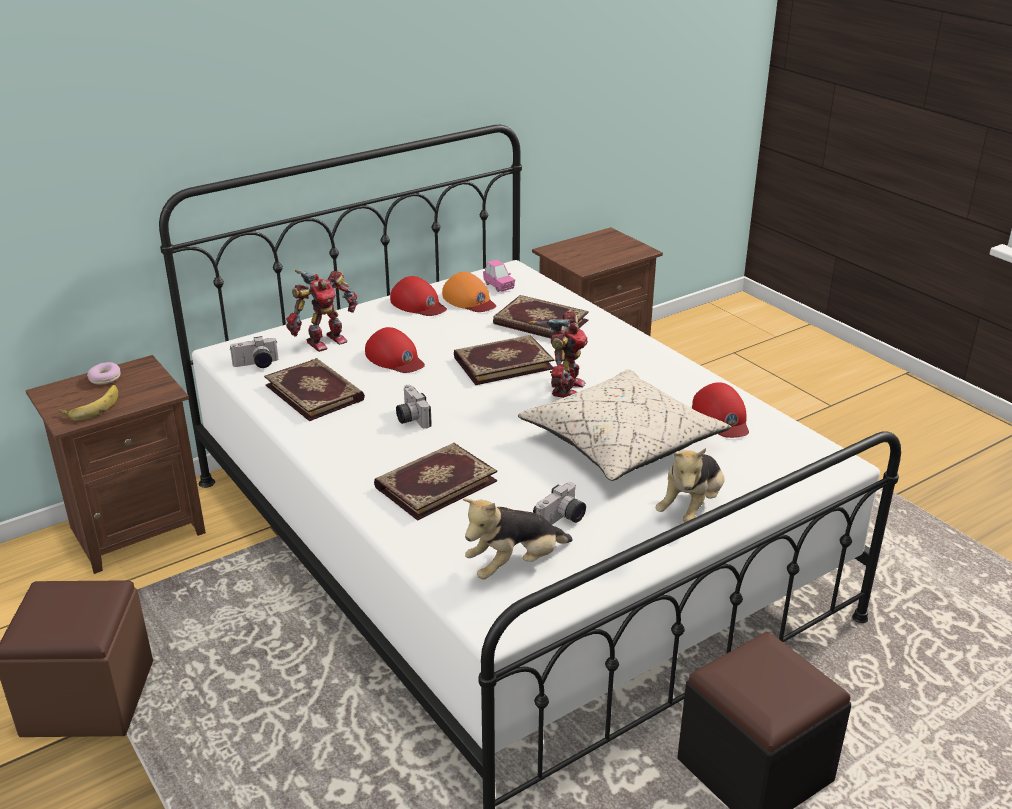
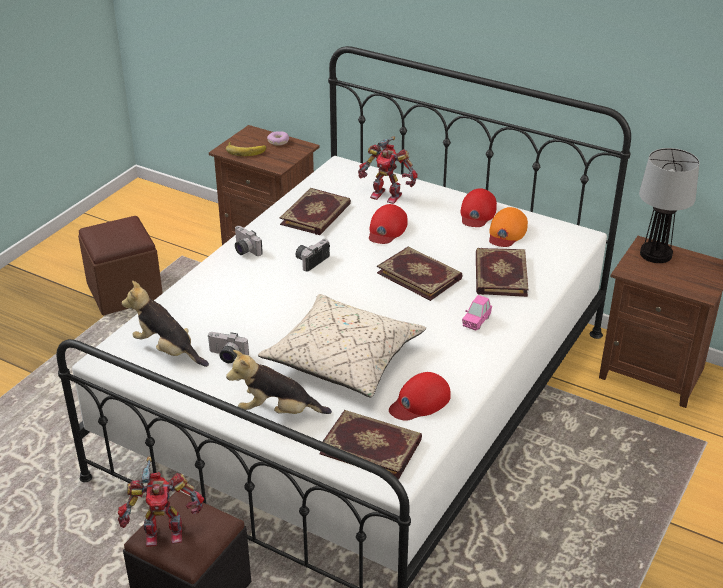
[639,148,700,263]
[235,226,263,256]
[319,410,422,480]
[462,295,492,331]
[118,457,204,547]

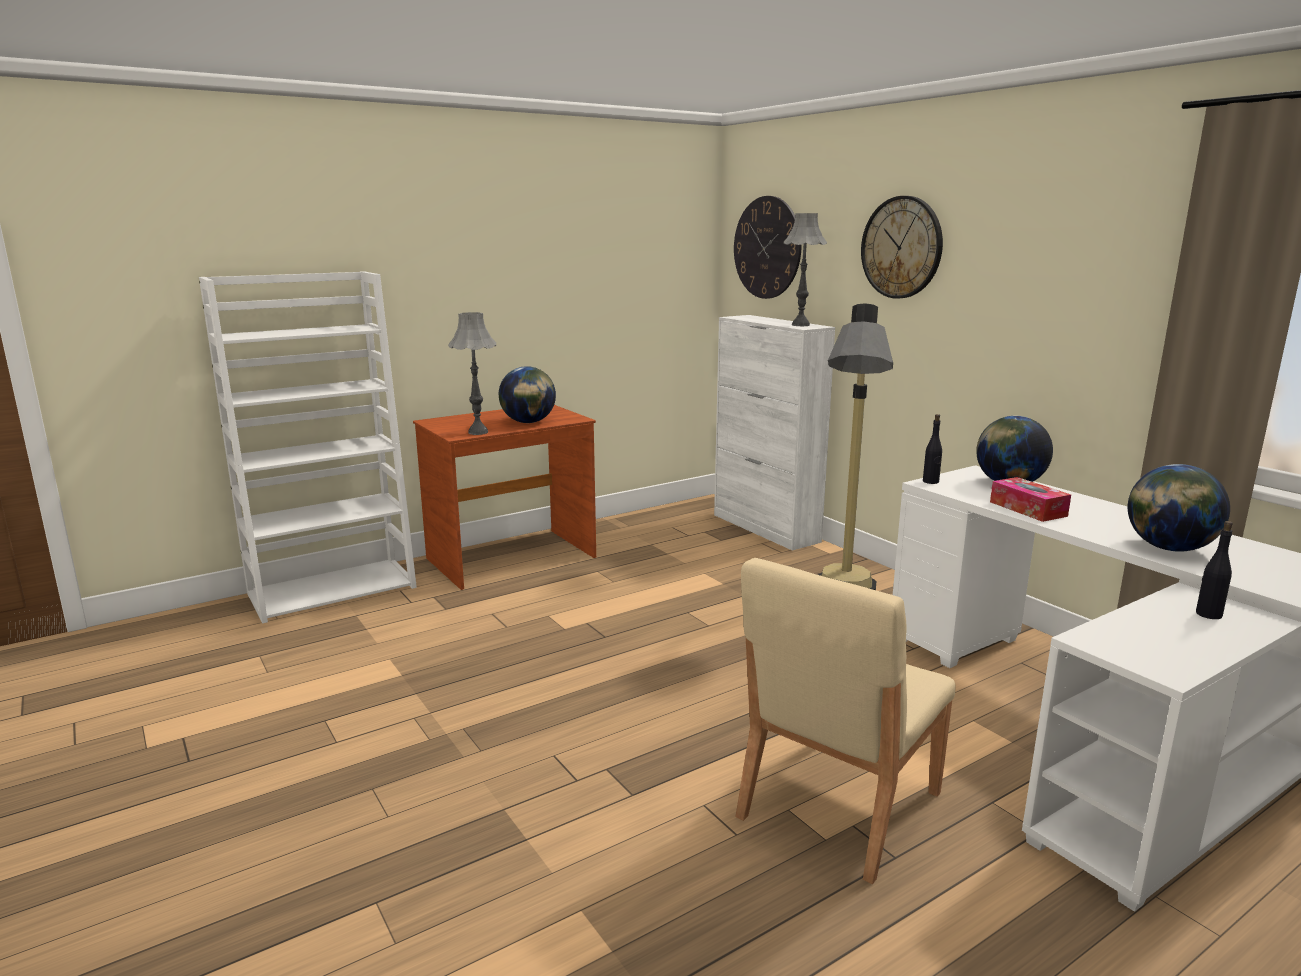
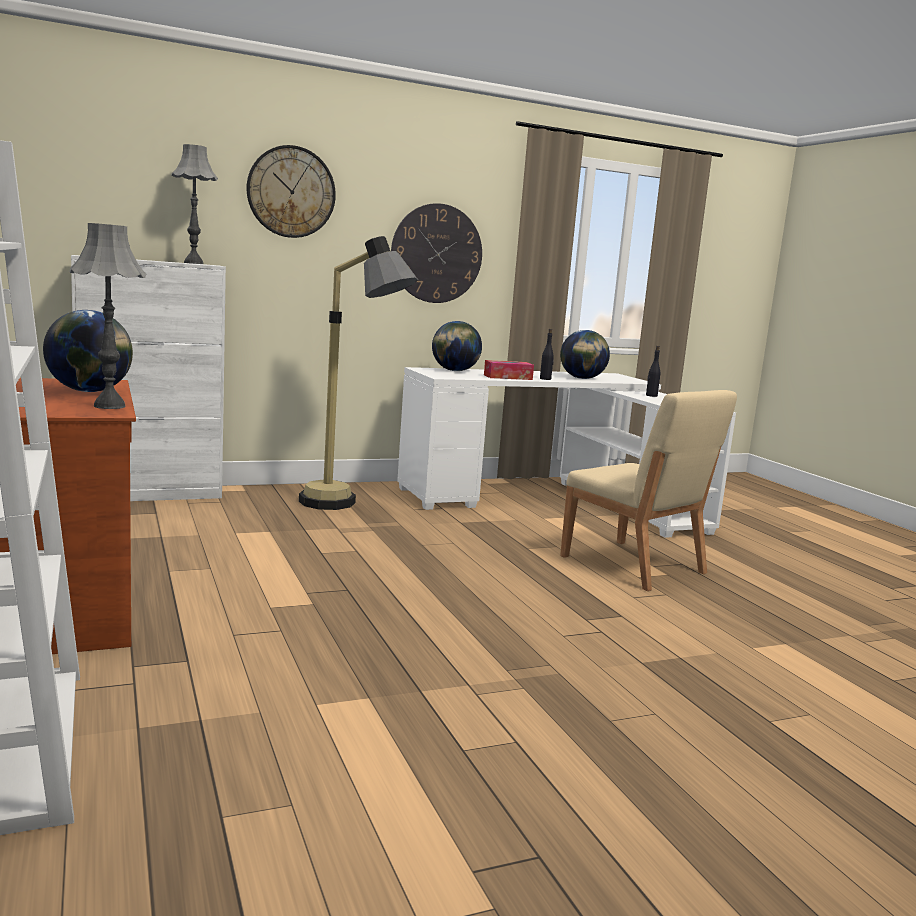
[391,203,482,303]
[540,329,554,380]

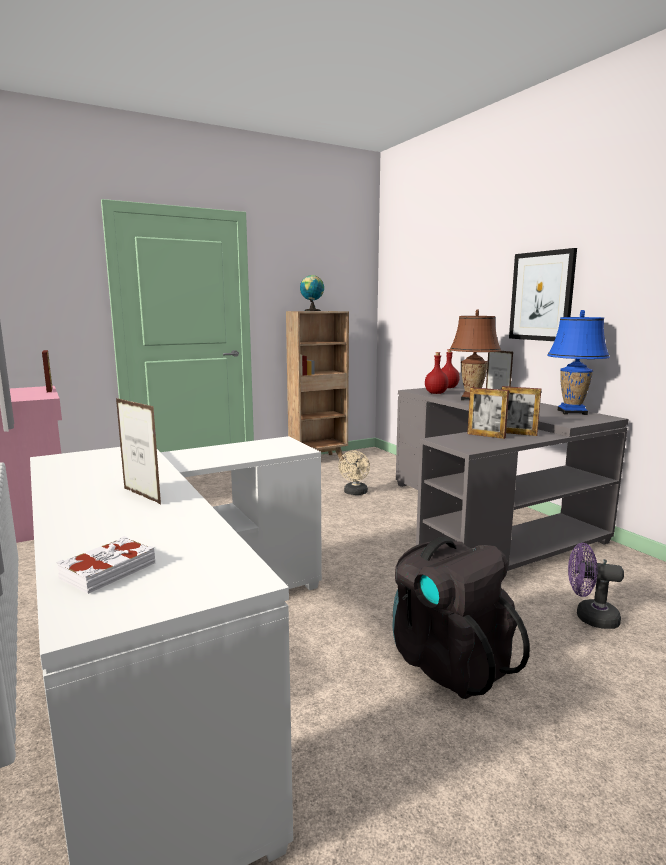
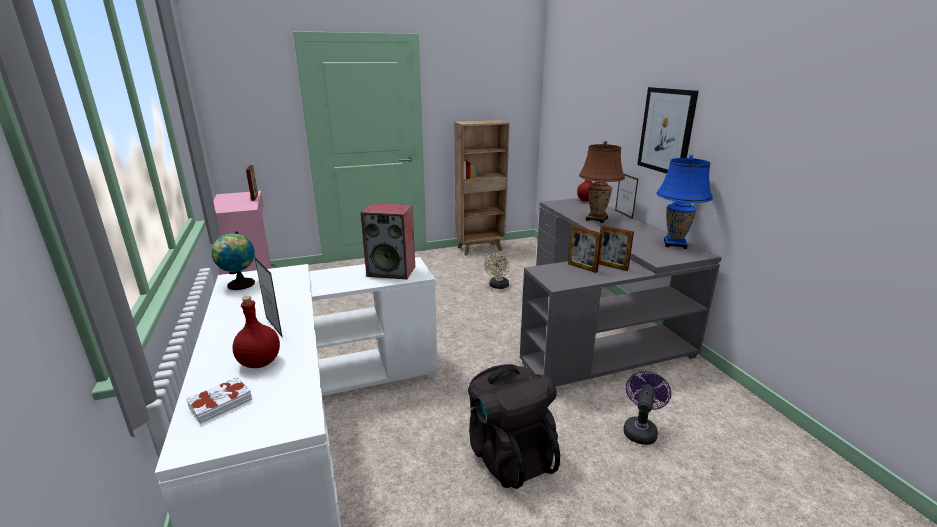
[361,203,415,279]
[212,231,255,290]
[232,296,280,368]
[623,371,671,445]

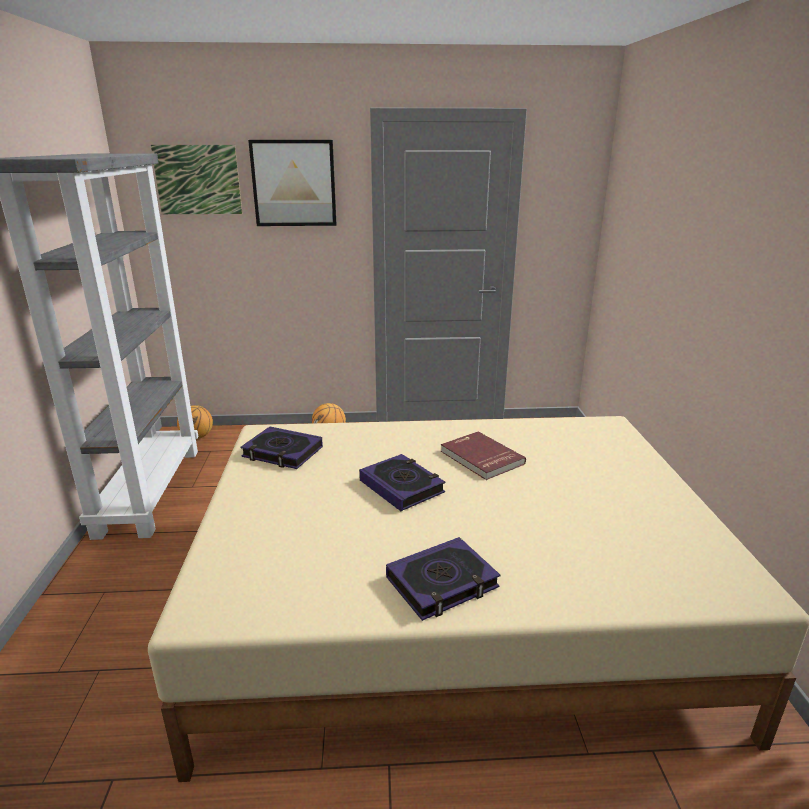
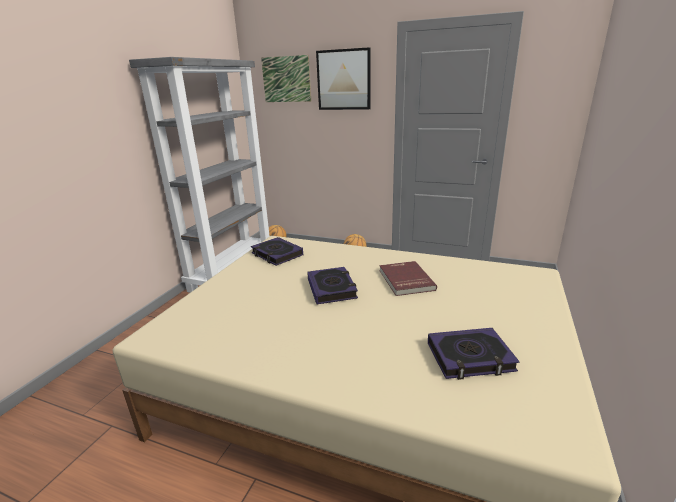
[428,328,520,380]

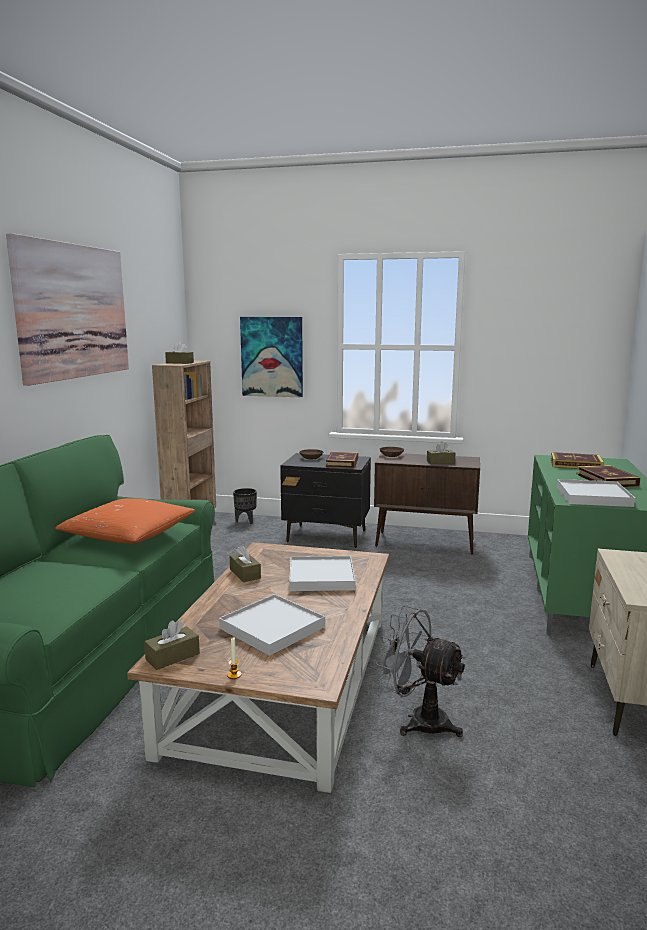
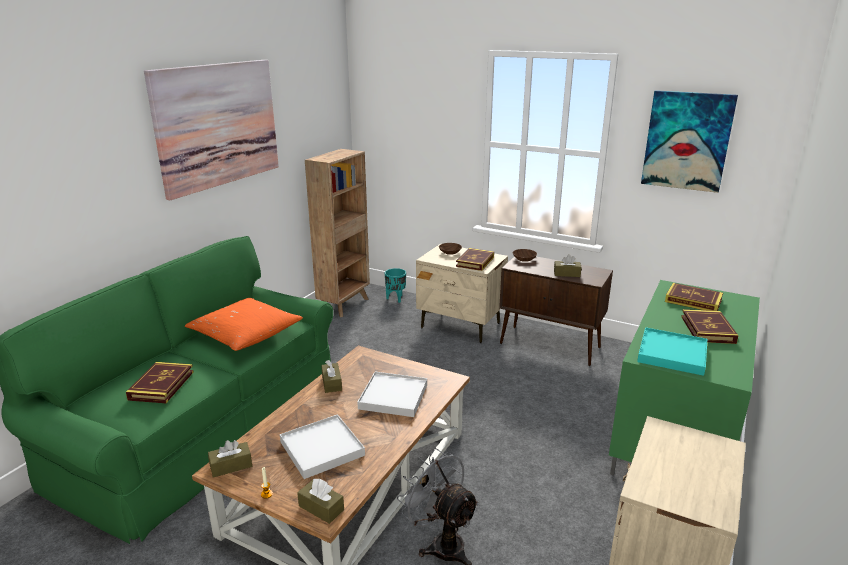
[126,362,194,403]
[297,479,344,524]
[641,90,738,193]
[385,268,406,303]
[416,244,508,343]
[637,327,707,376]

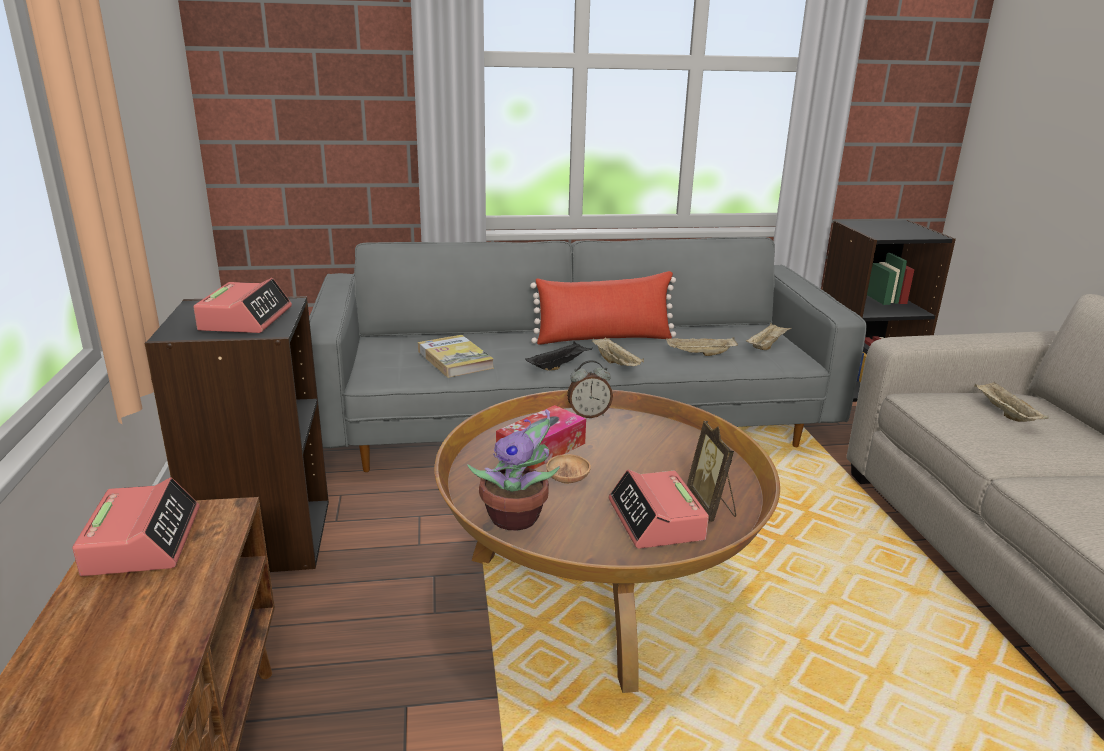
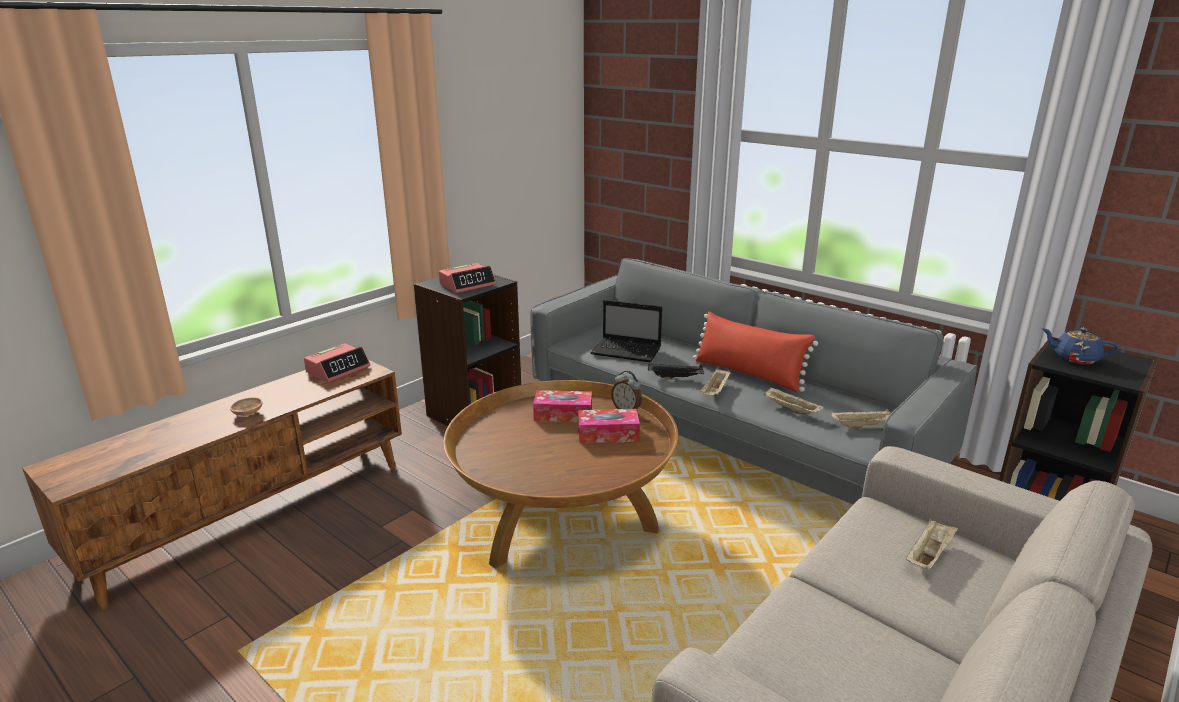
[467,409,560,531] (first image)
[608,470,709,549] (first image)
[687,421,736,522] (first image)
[578,409,640,443]
[1042,328,1119,365]
[230,397,262,416]
[590,300,662,363]

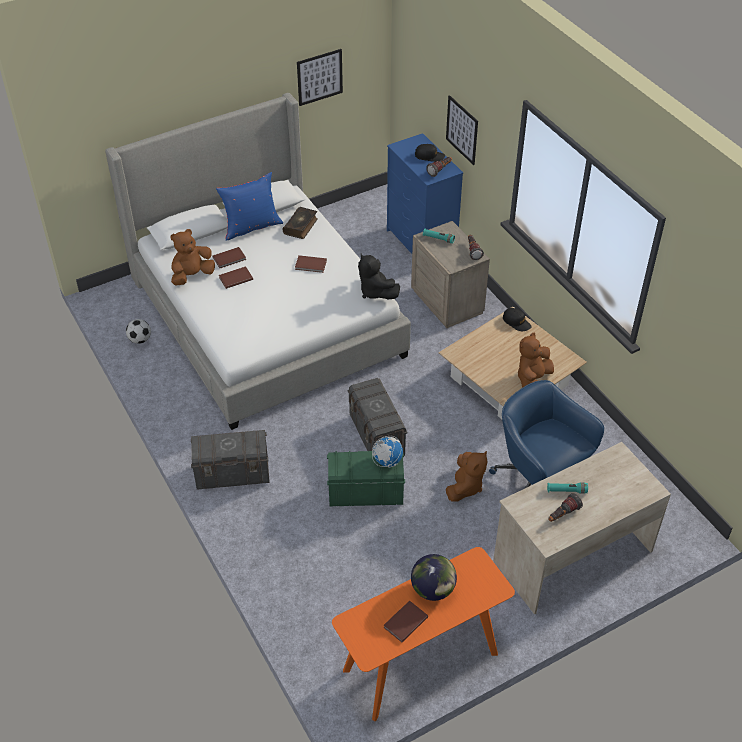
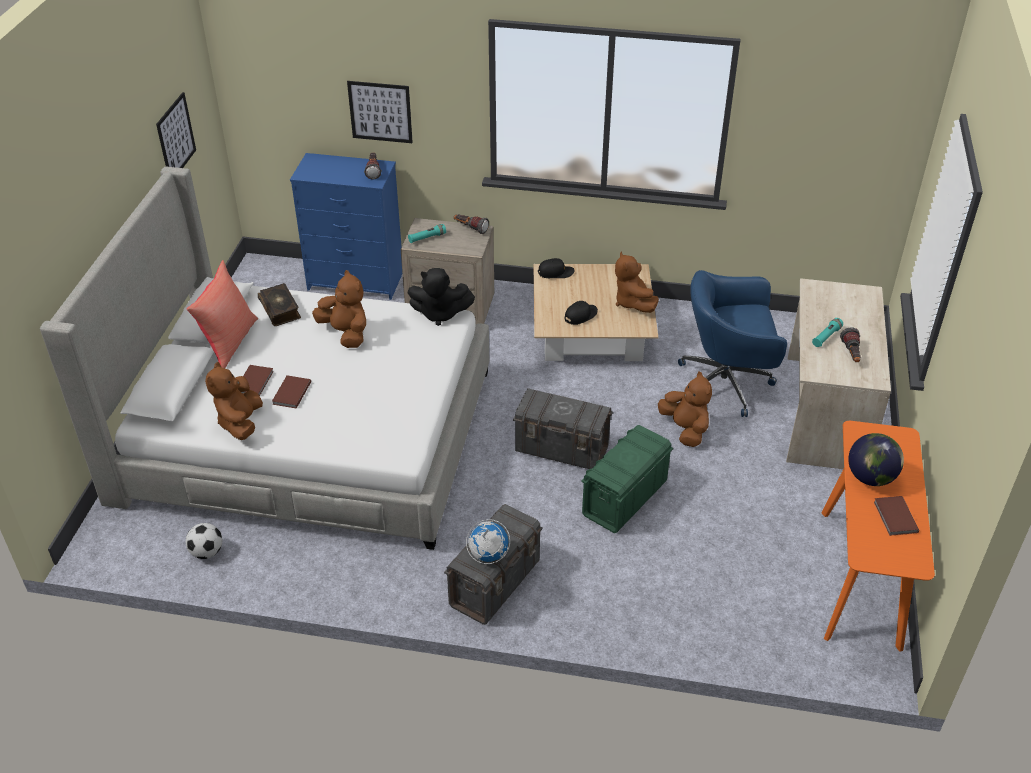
[466,519,510,564]
[565,301,598,325]
[312,270,366,348]
[187,260,258,368]

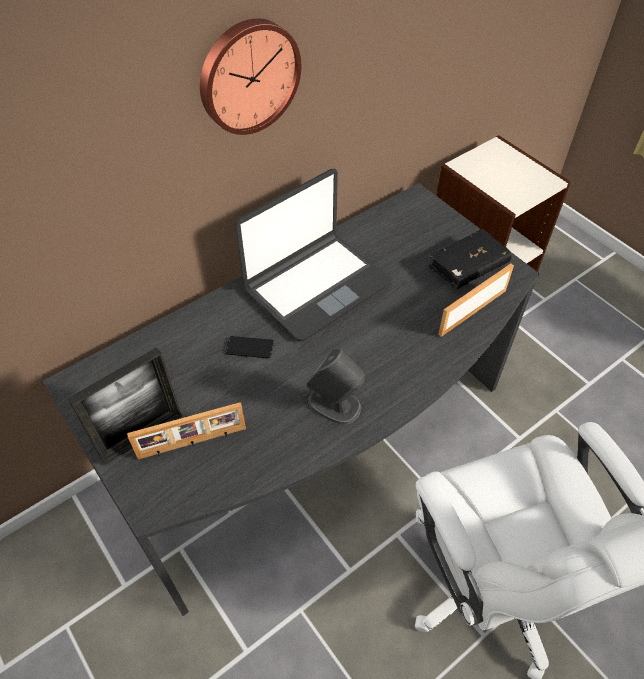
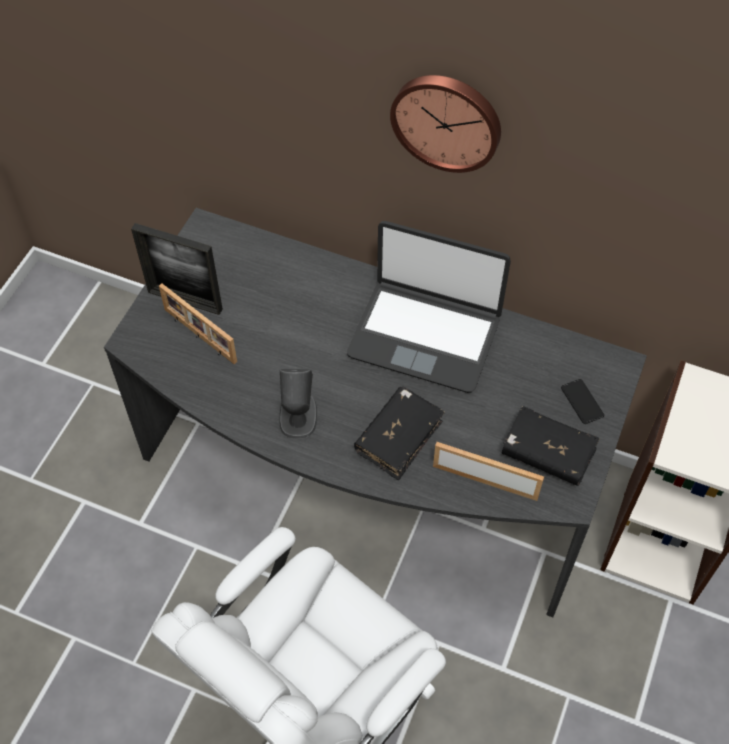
[354,387,445,480]
[561,379,604,424]

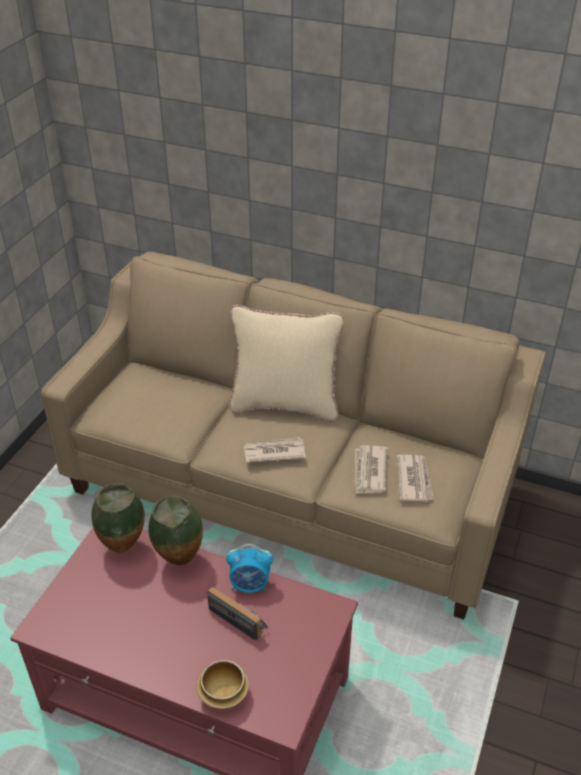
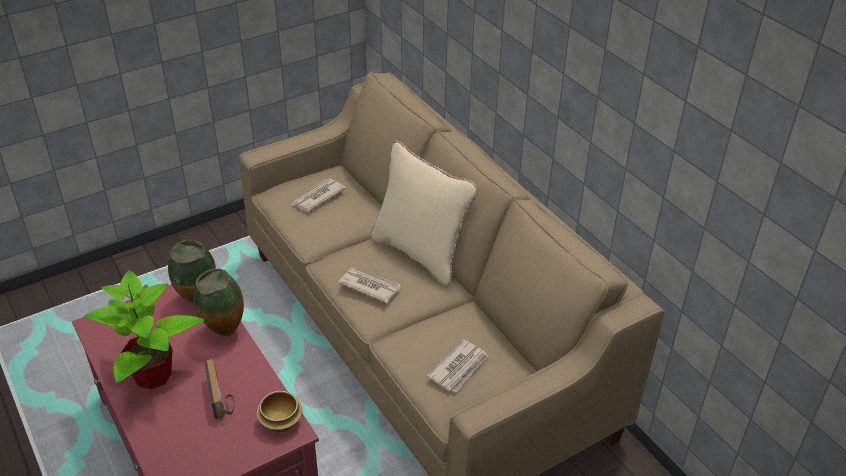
[226,544,273,593] (first image)
[84,270,204,389]
[256,391,302,432]
[291,178,346,212]

